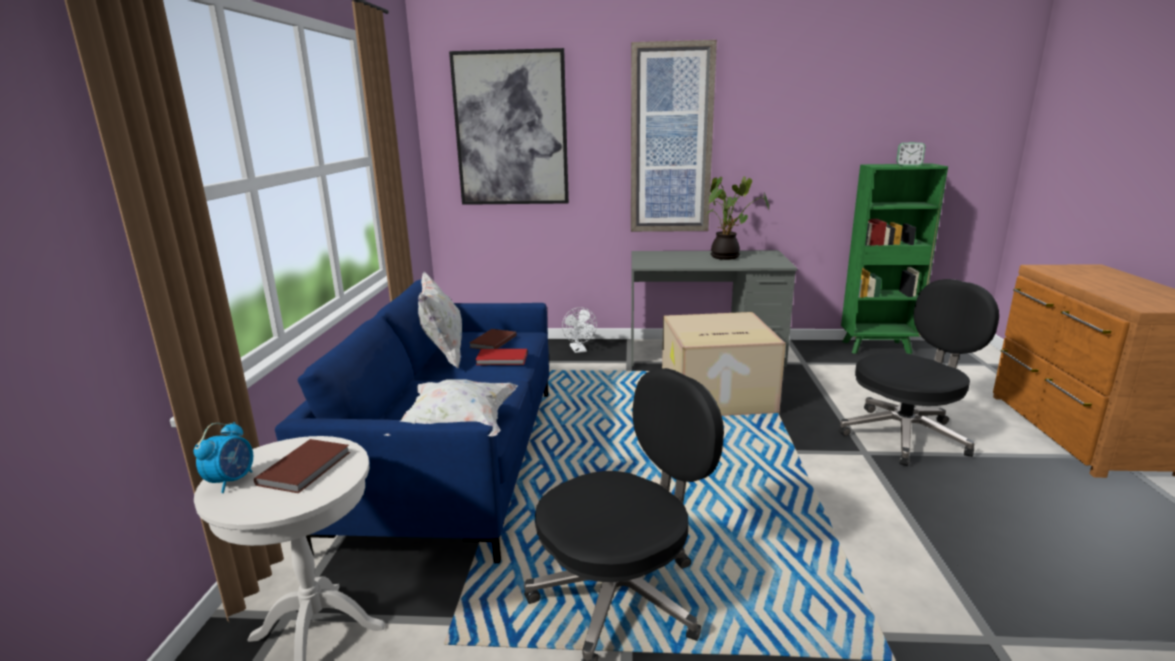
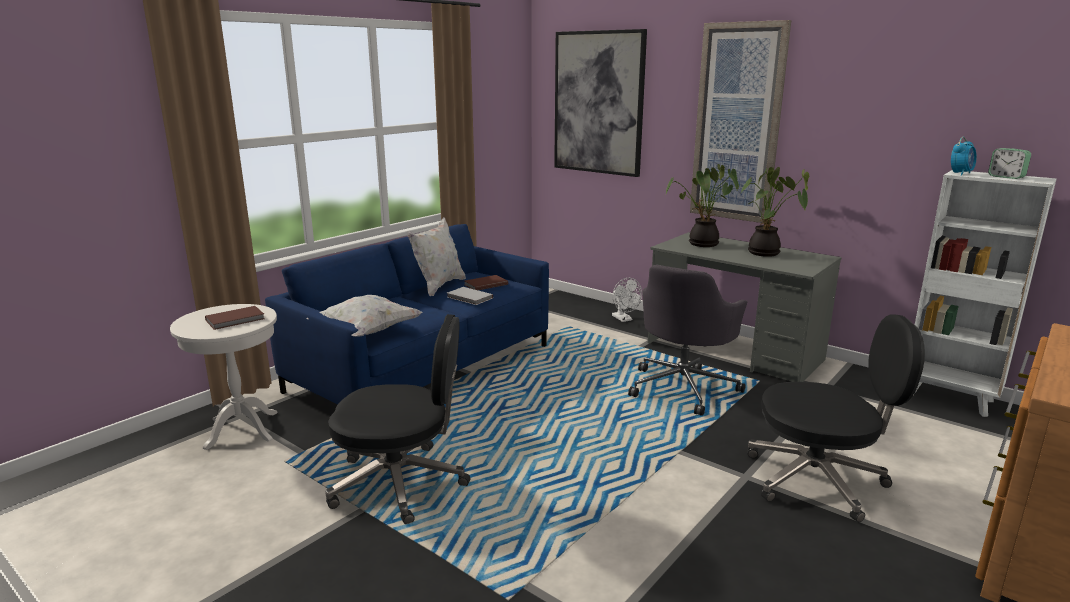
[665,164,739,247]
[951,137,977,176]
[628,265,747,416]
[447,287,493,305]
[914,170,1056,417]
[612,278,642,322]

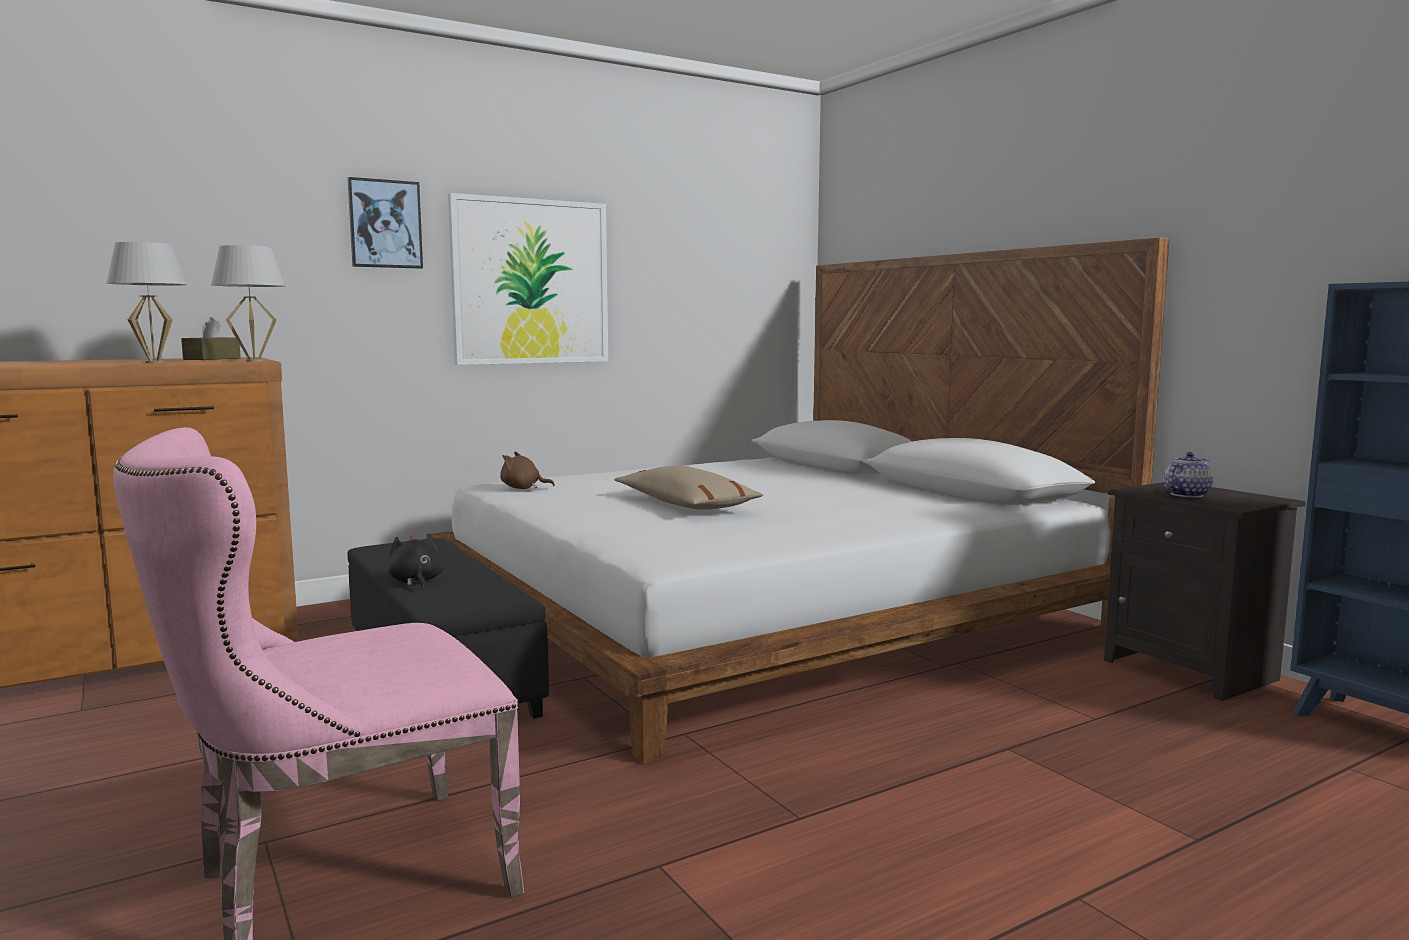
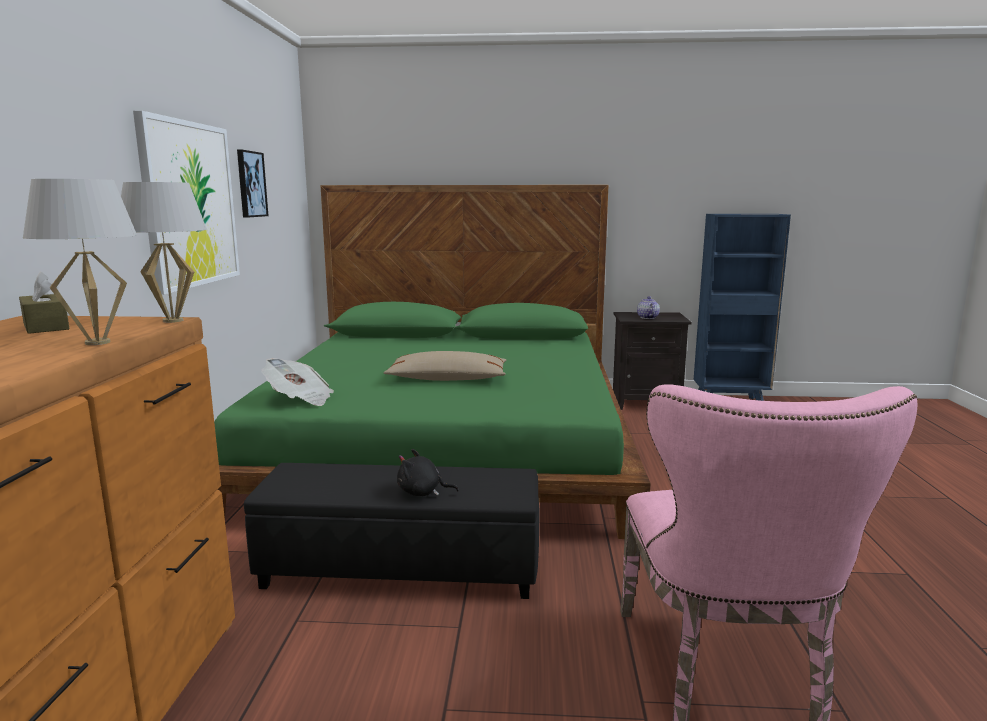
[237,150,269,218]
[261,358,334,406]
[214,185,651,539]

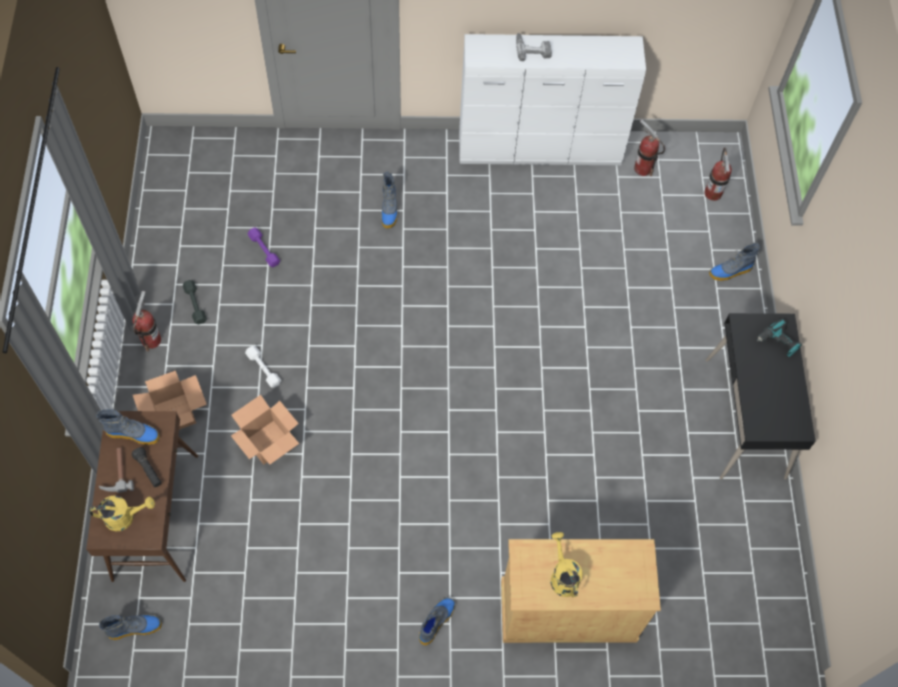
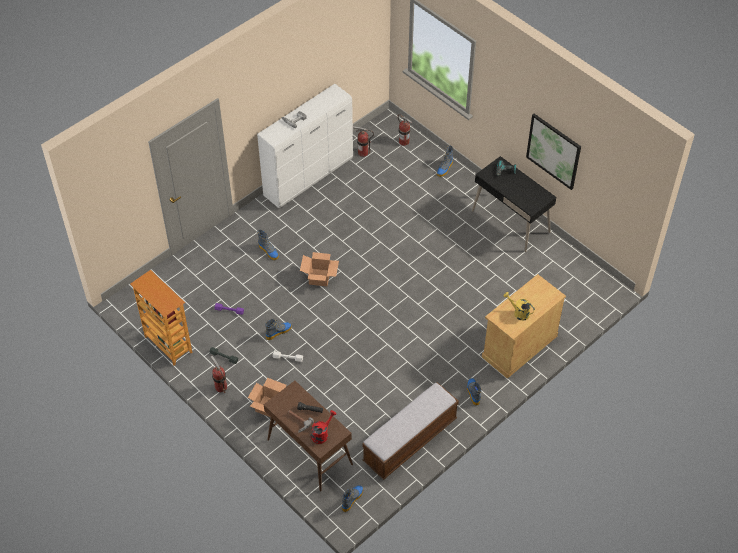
[130,270,192,365]
[362,382,459,480]
[526,114,581,190]
[265,319,292,340]
[300,252,339,286]
[310,410,336,444]

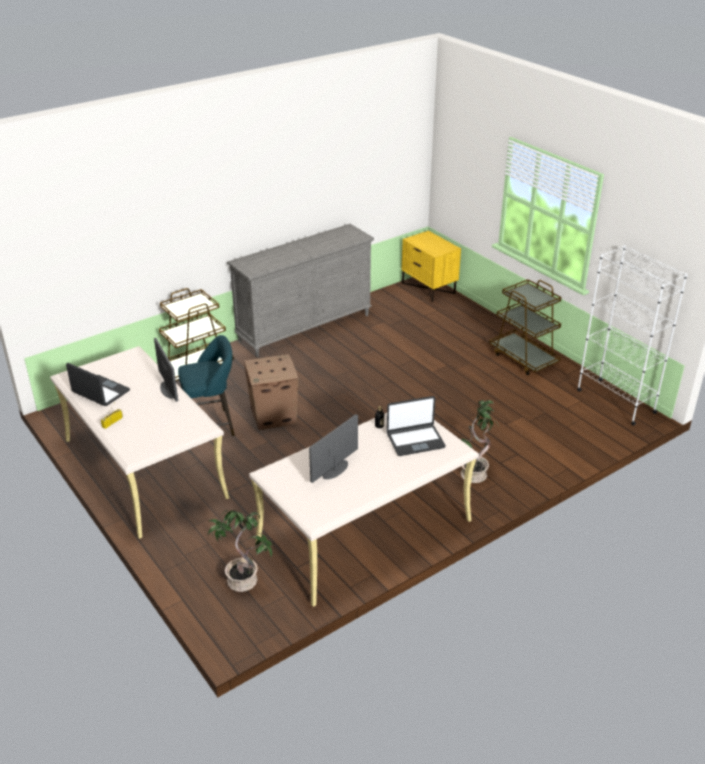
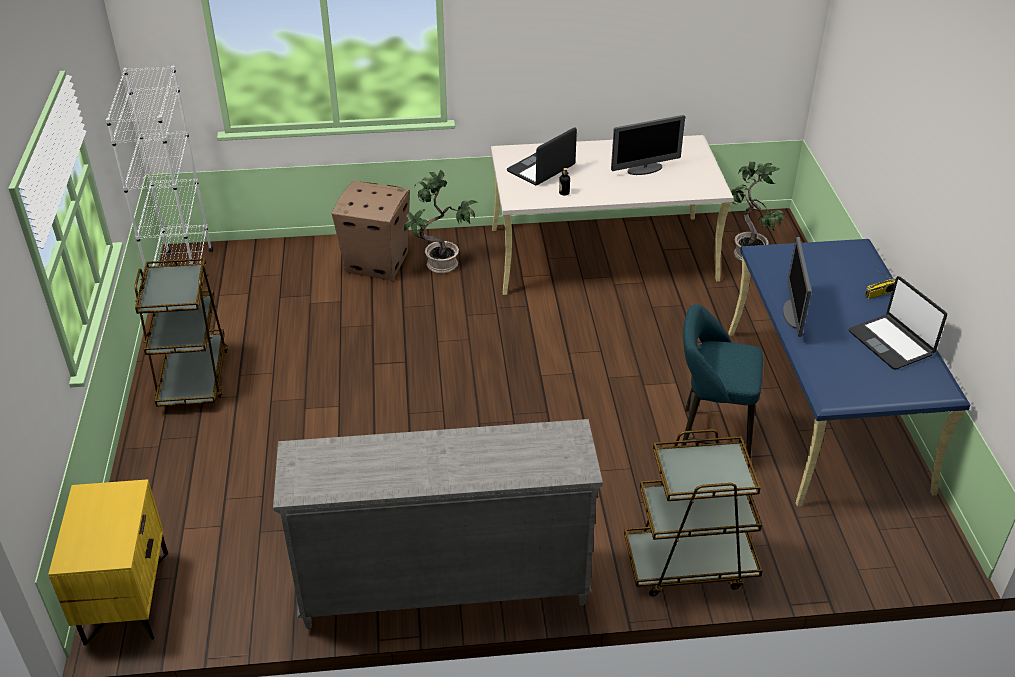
[331,181,410,281]
[728,239,970,506]
[507,127,577,185]

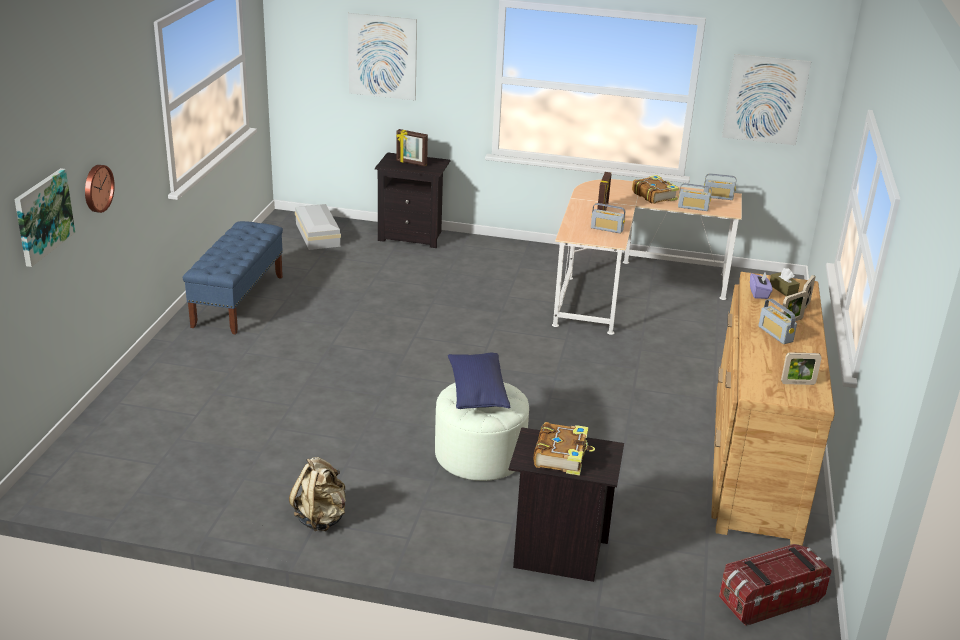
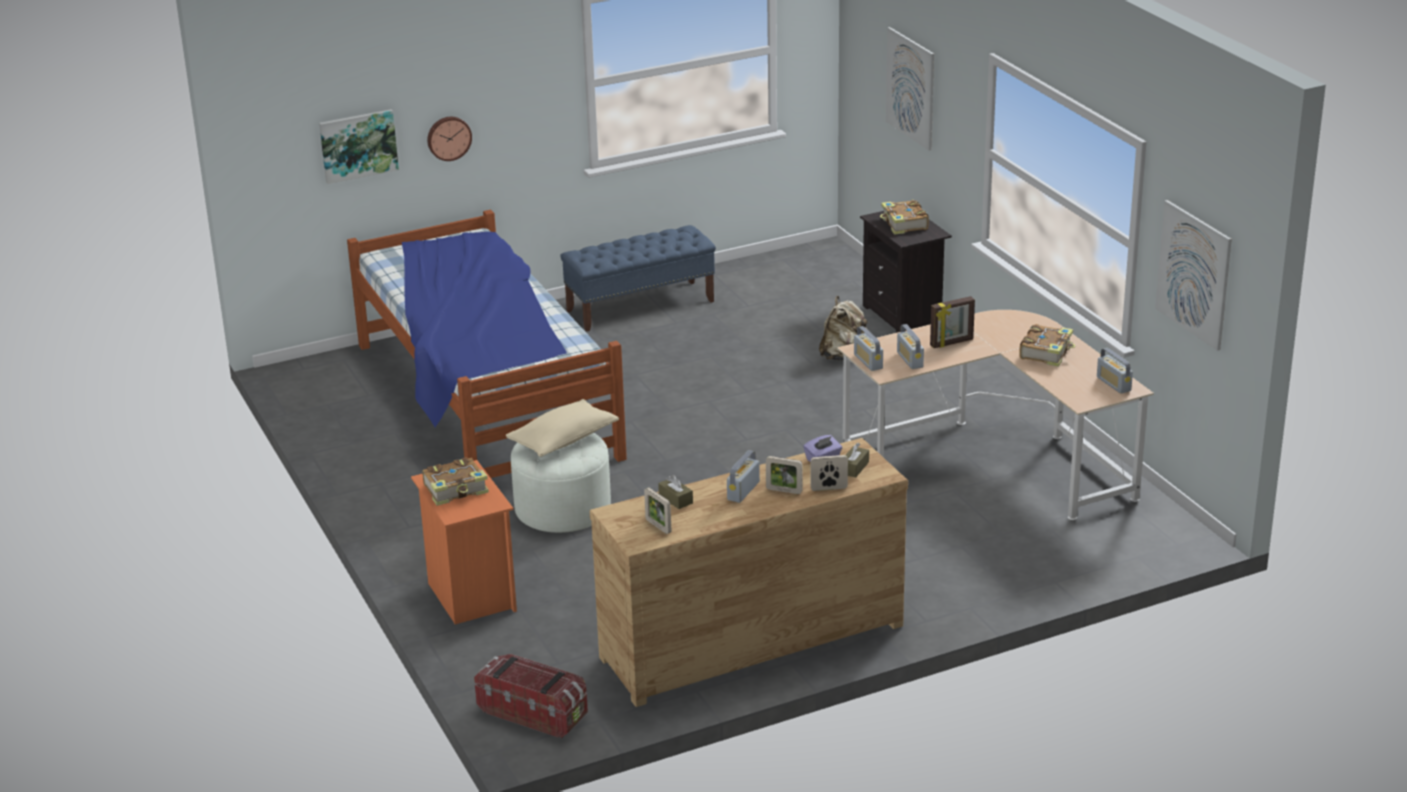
[295,204,341,250] (first image)
[347,210,627,478]
[658,475,693,509]
[819,296,868,361]
[854,326,883,371]
[880,200,929,235]
[506,399,619,457]
[411,460,517,624]

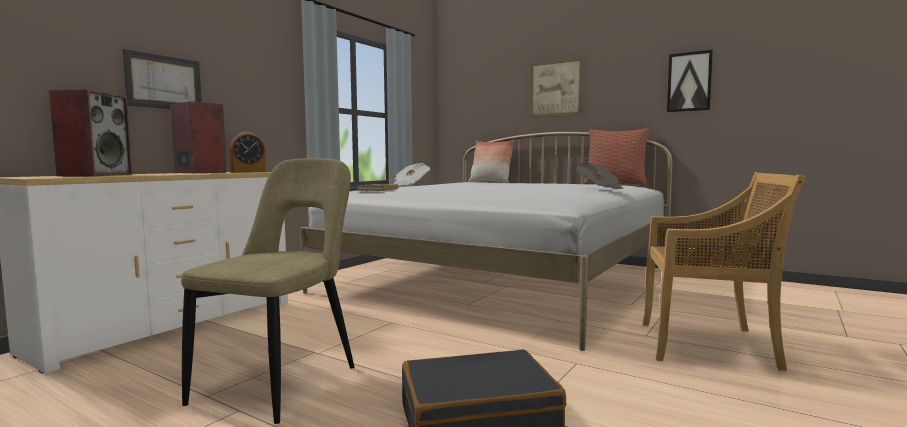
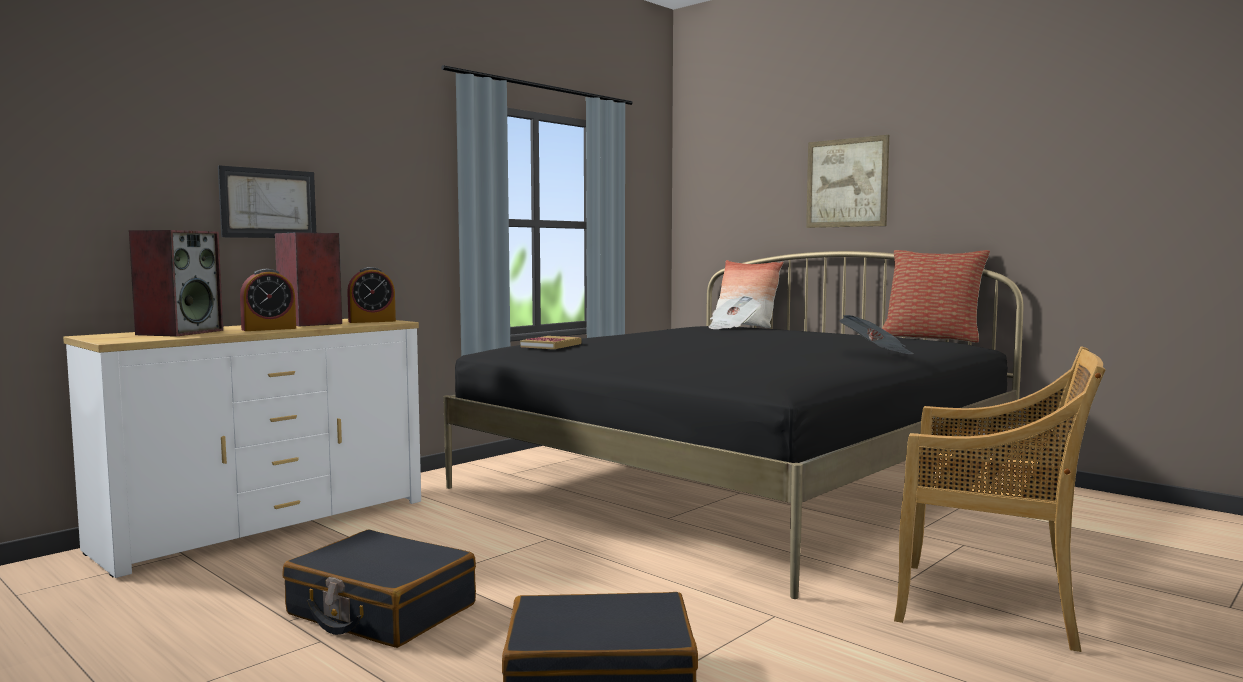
[667,50,713,112] (first image)
[240,269,296,331]
[708,296,761,329]
[282,529,476,648]
[443,251,1024,599]

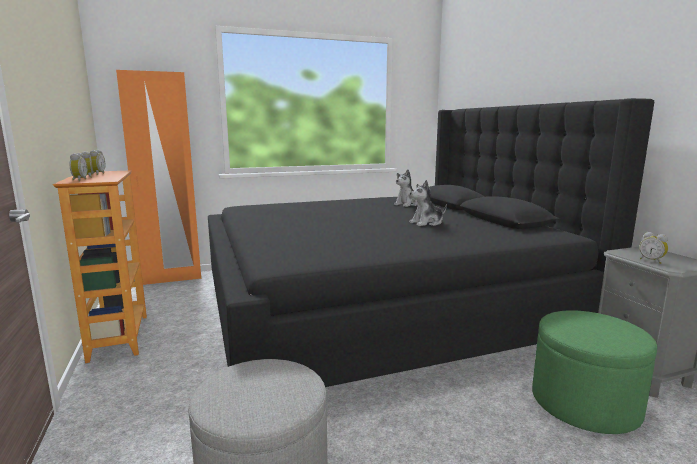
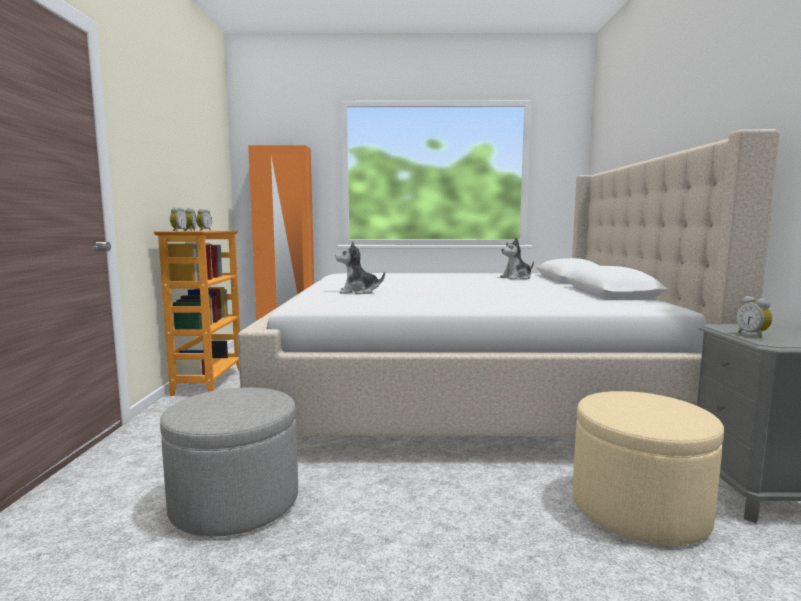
[335,241,385,294]
[238,129,780,436]
[573,391,724,545]

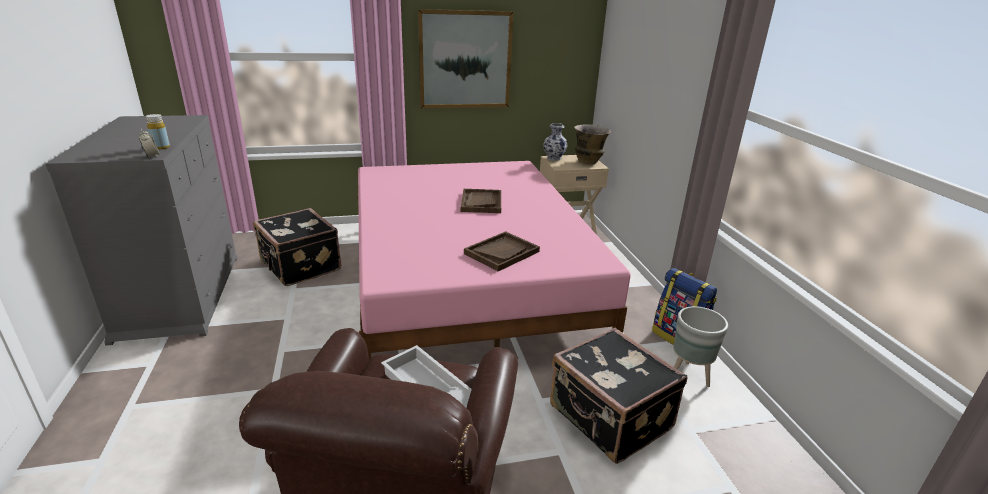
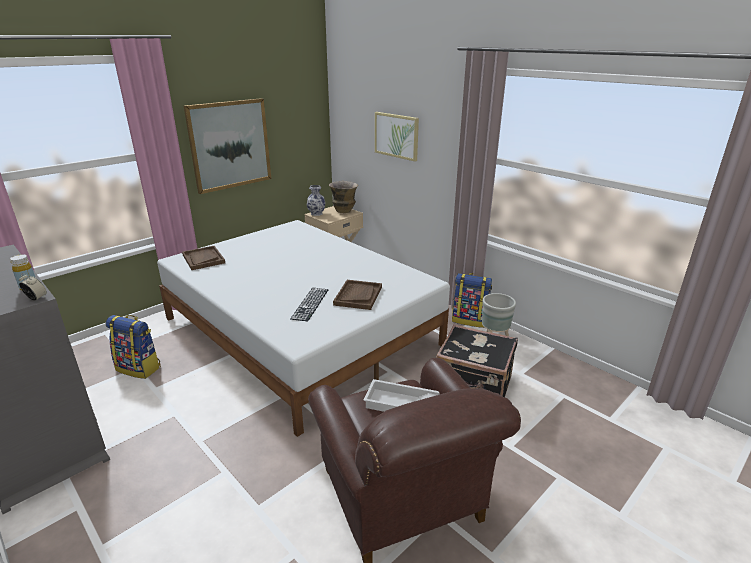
[290,288,329,321]
[375,112,419,161]
[182,246,225,270]
[106,315,161,379]
[157,220,450,437]

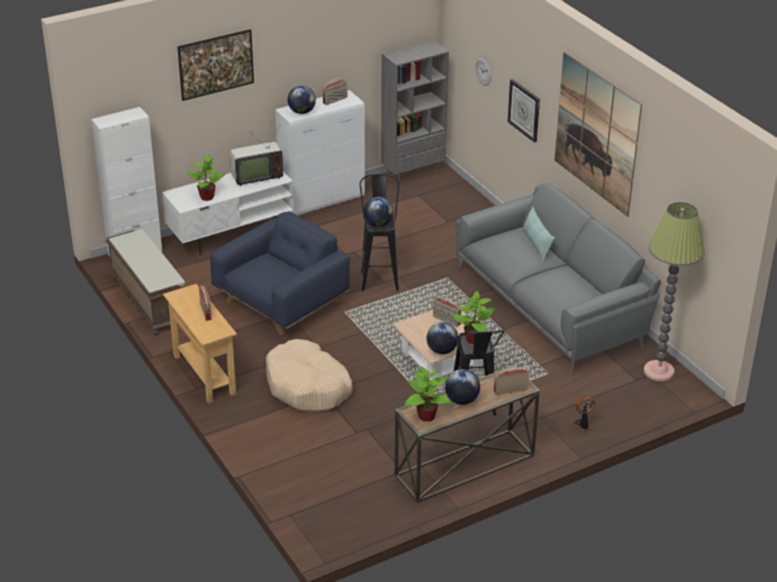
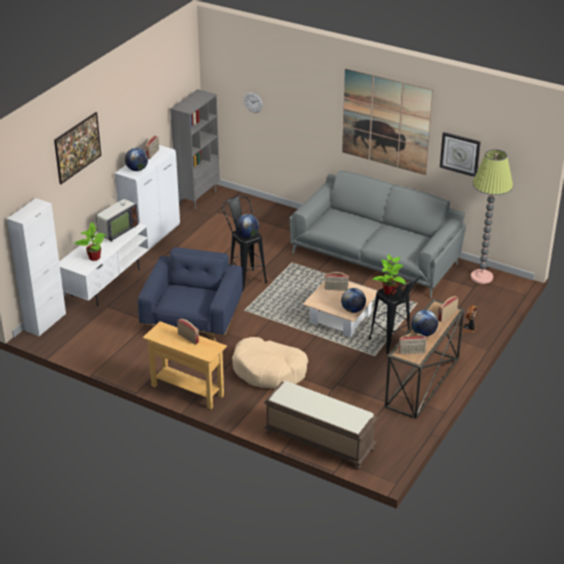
[522,206,555,262] (first image)
[263,381,378,469]
[440,132,481,177]
[399,334,427,354]

